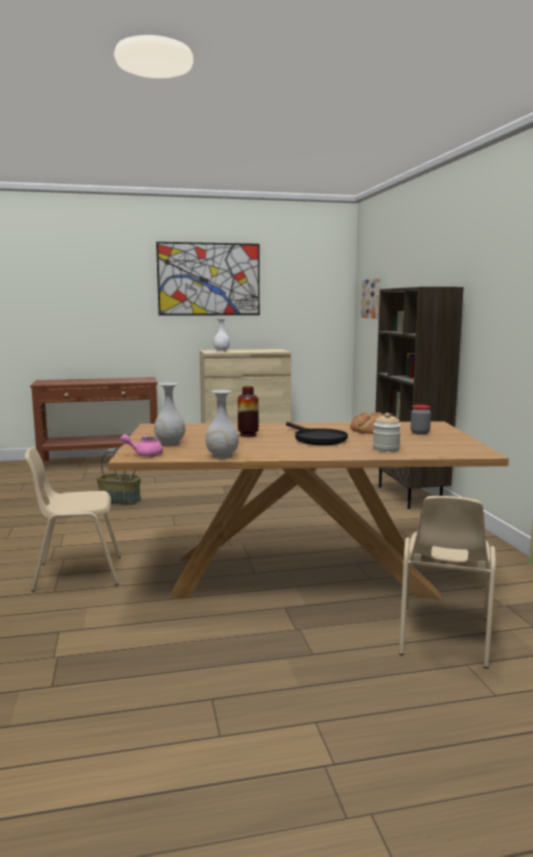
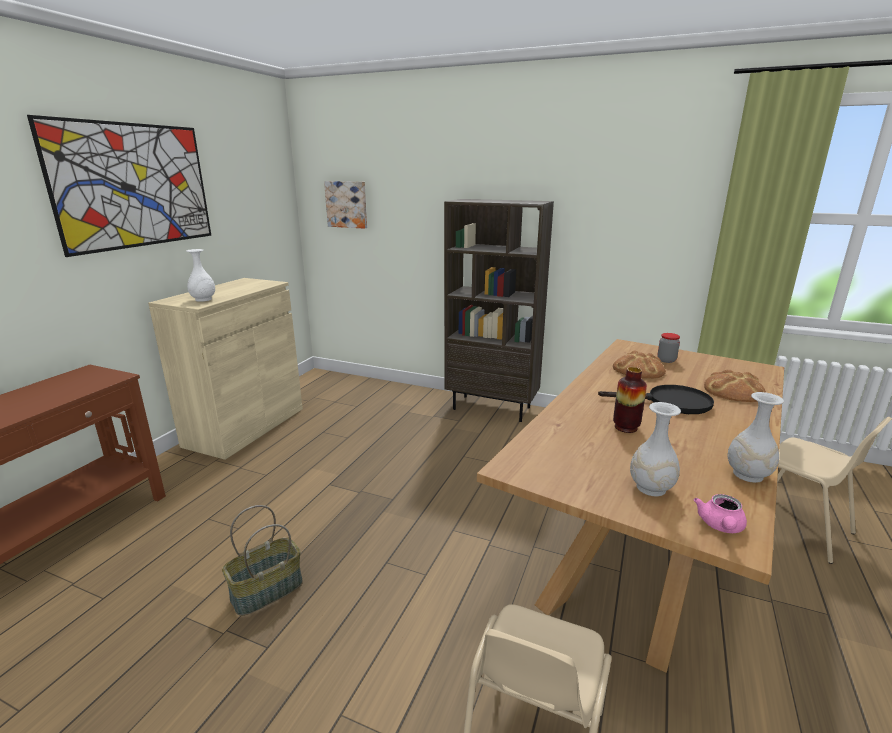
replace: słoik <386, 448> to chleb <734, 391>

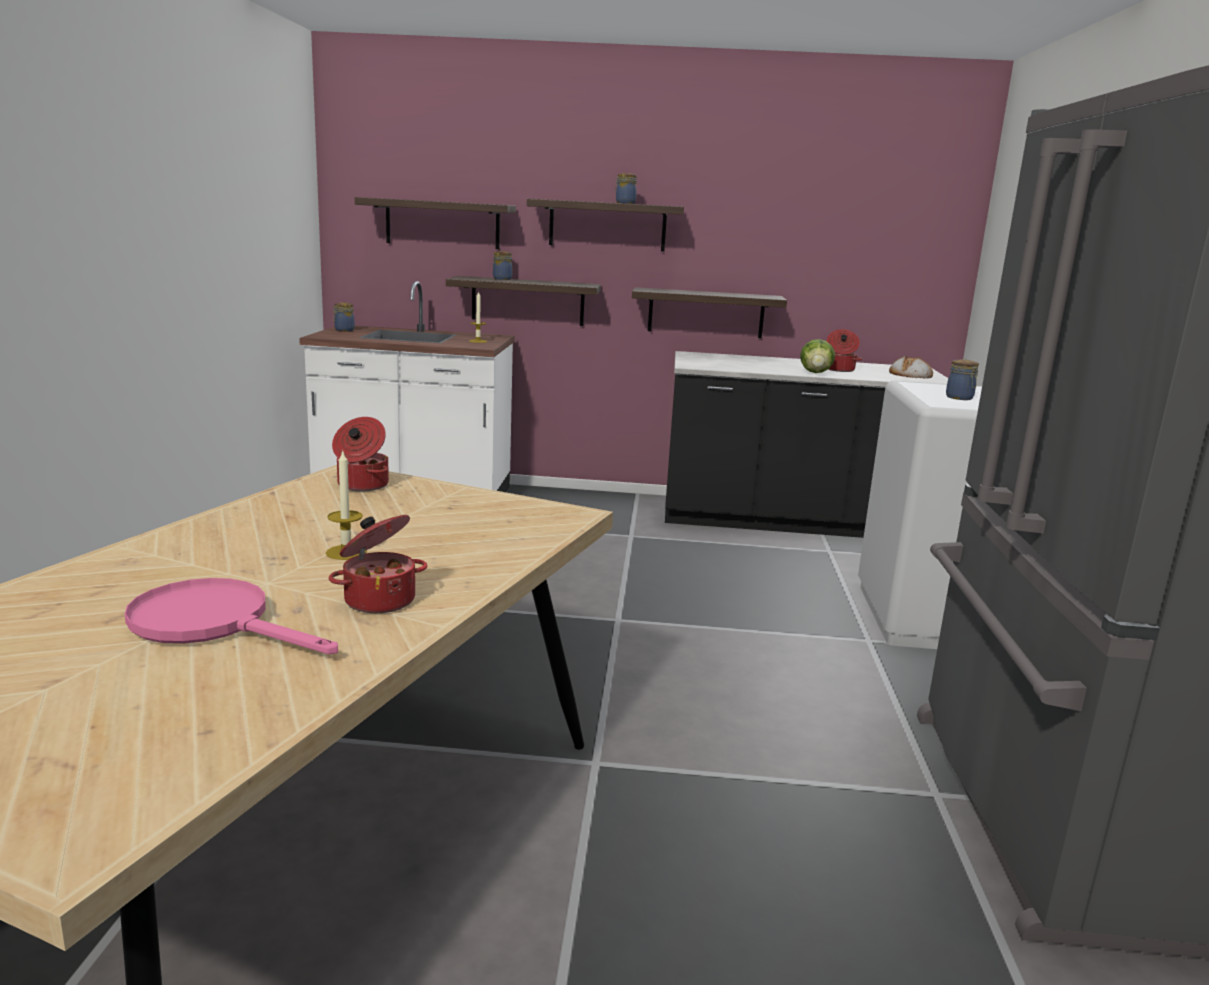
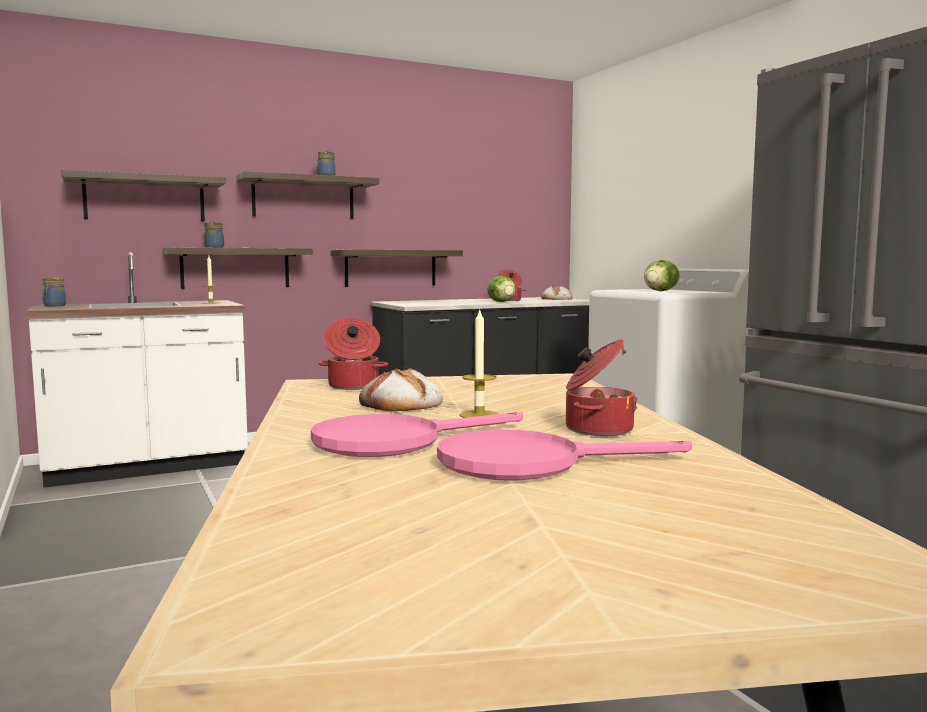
insert: patelnia (różowy) <394, 441>; chleb <401, 404>
replace: słoik <960, 398> to sałata <660, 291>

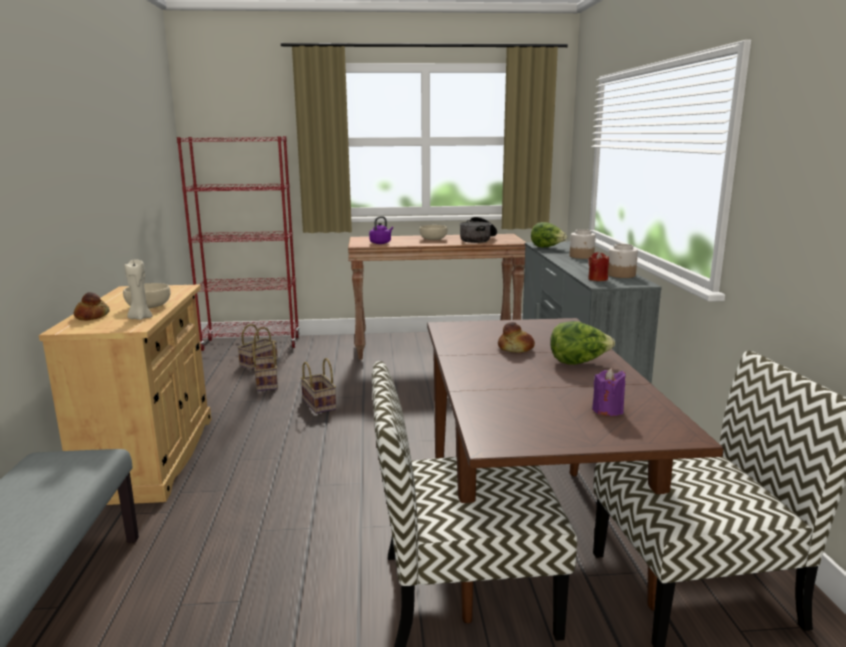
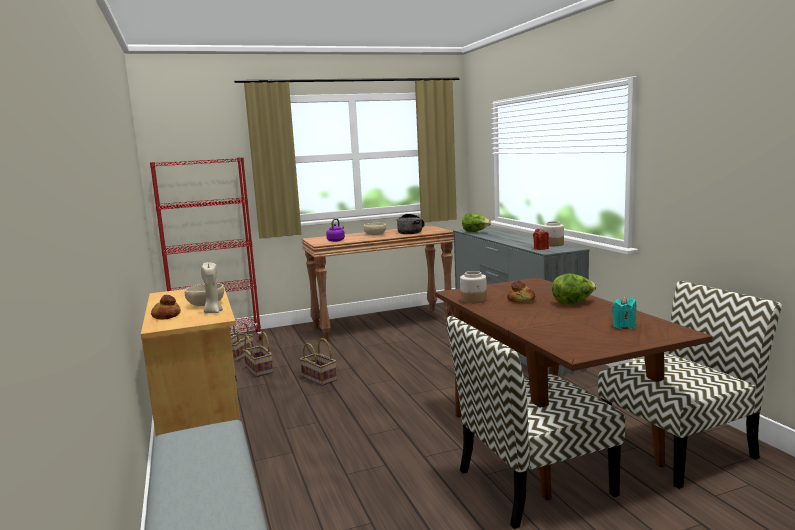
move: słoik <582, 256> to <474, 300>
recolor: świeca (fioletowy) <607, 410> to świeca (turkusowy) <624, 326>

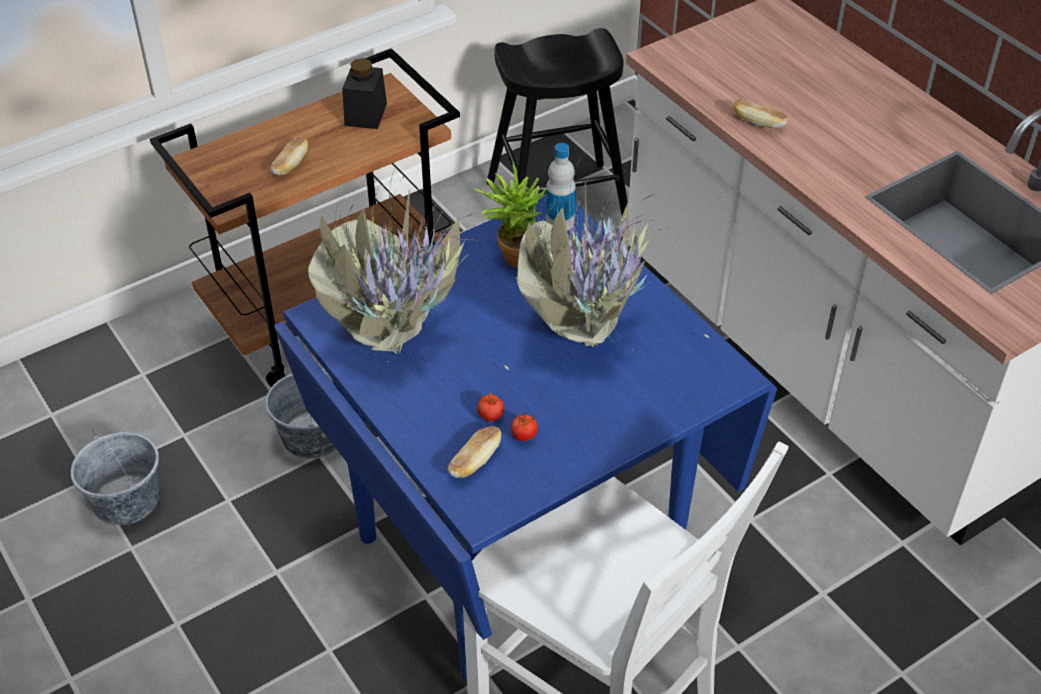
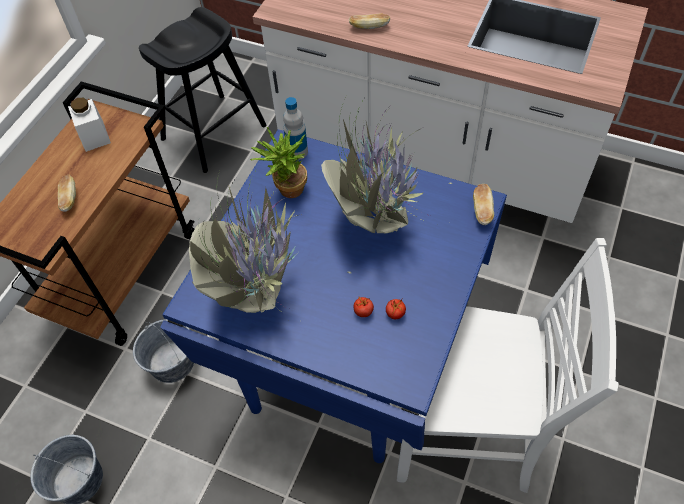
move: chleb <475, 461> to <482, 210>
recolor: słoik (czarny) <365, 114> to słoik (biały) <94, 136>

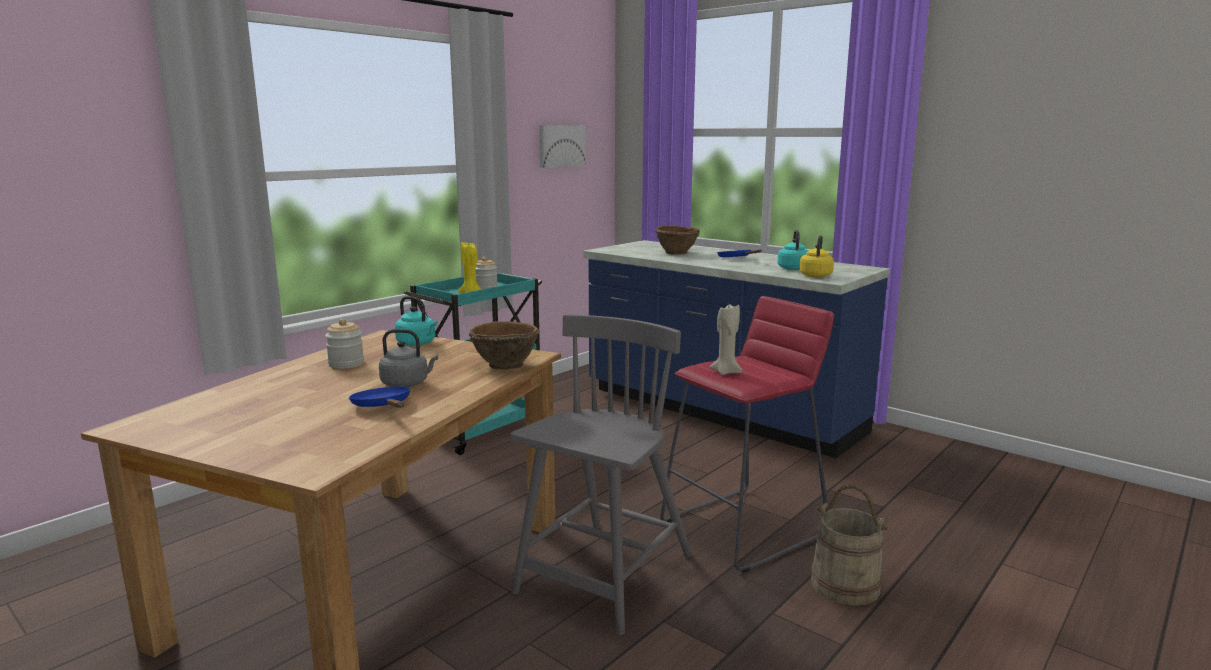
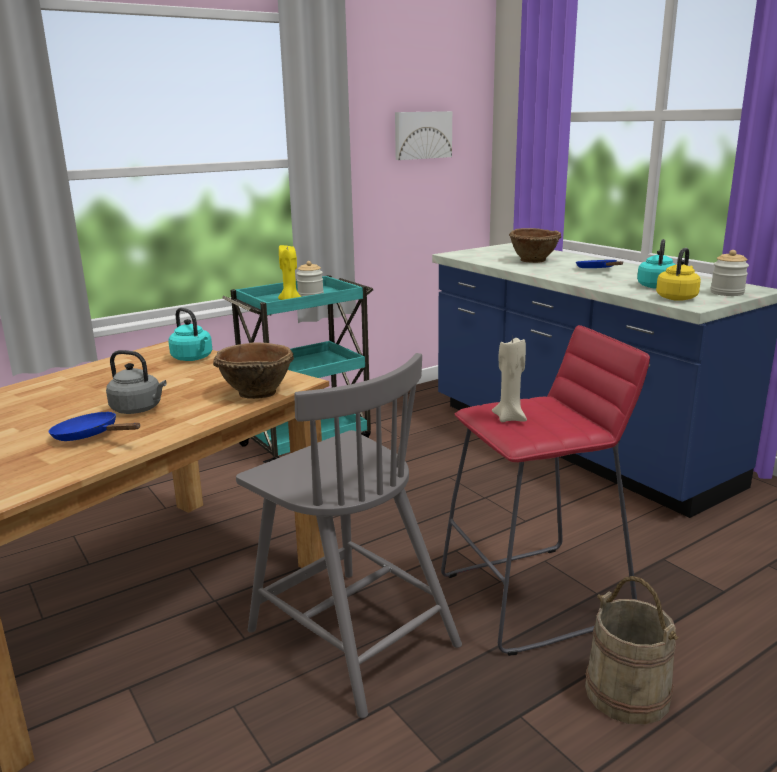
move: słoik <346, 364> to <727, 293>
rotate: patelnia (niebieski) <383, 406> = <91, 436> 45 degrees counterclockwise; krzesło (szary) <604, 576> = <350, 635> 90 degrees clockwise

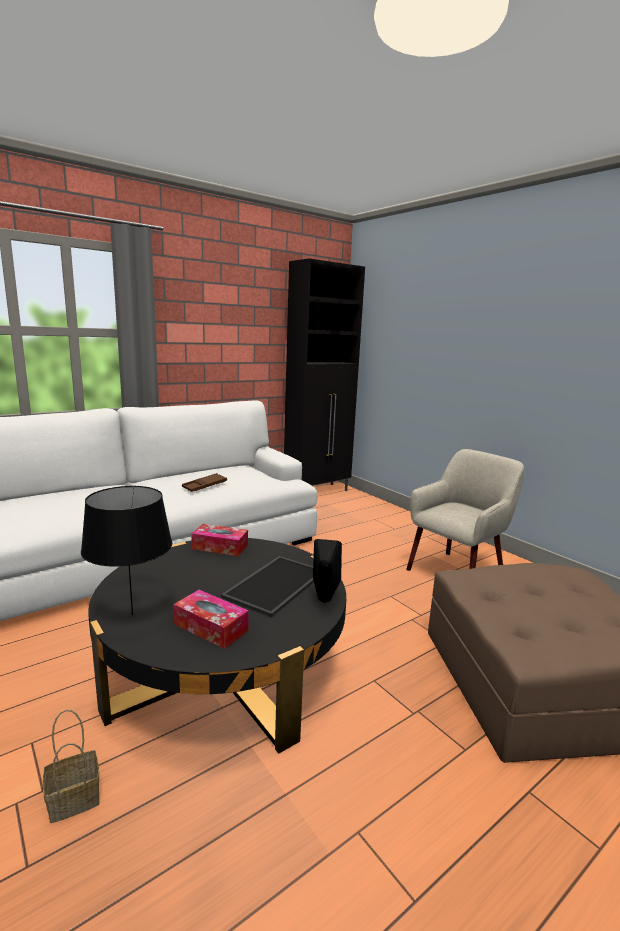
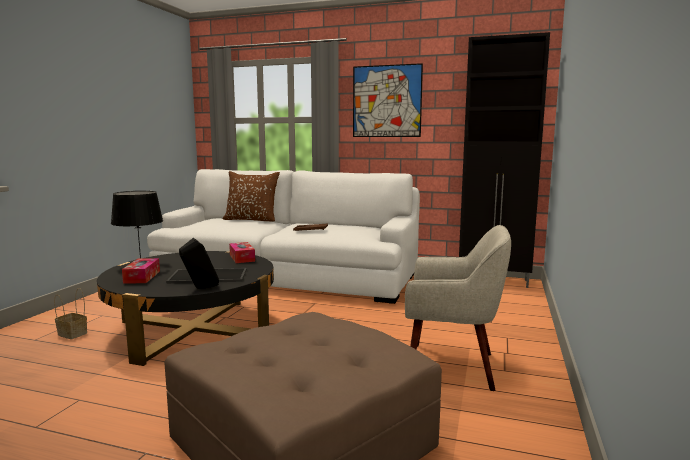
insert: poduszka (brązowy) <251, 219>; obraz <386, 101>

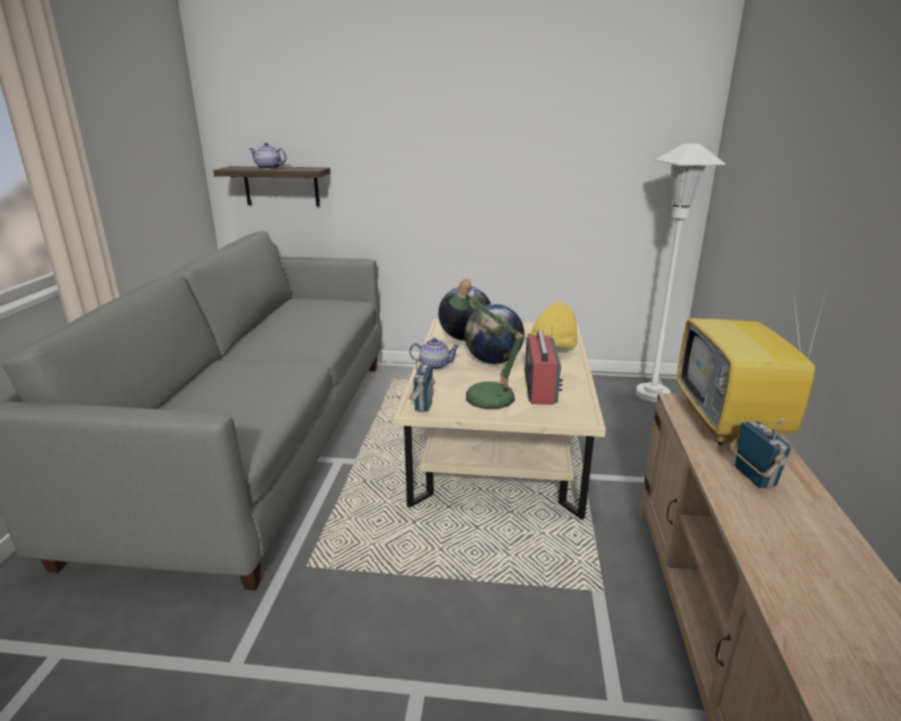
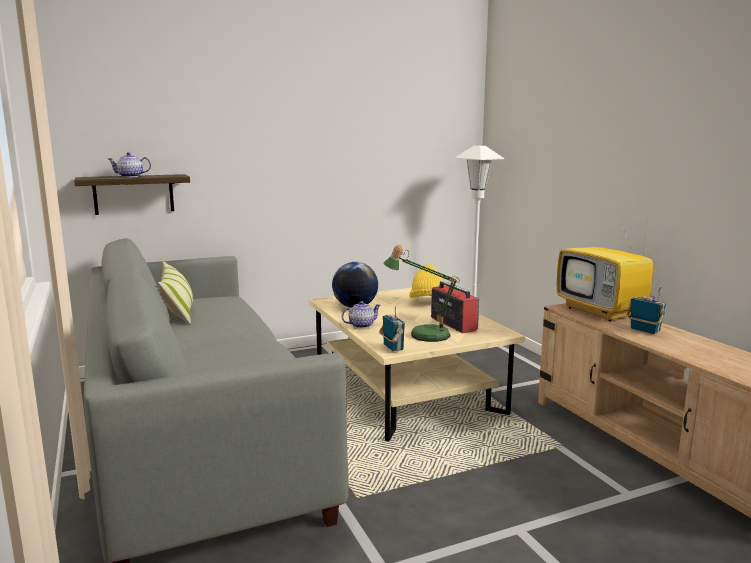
delete: globus <493, 361>
insert: poduszka <178, 310>

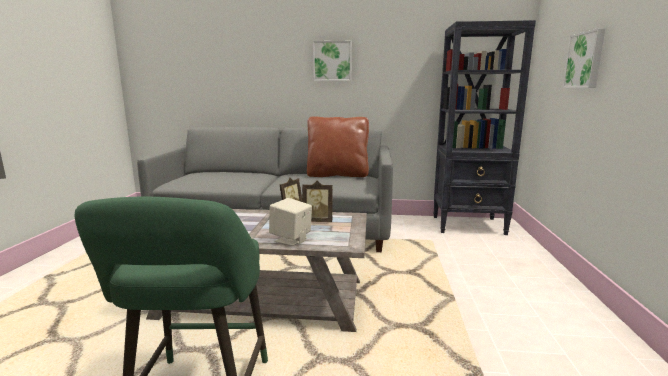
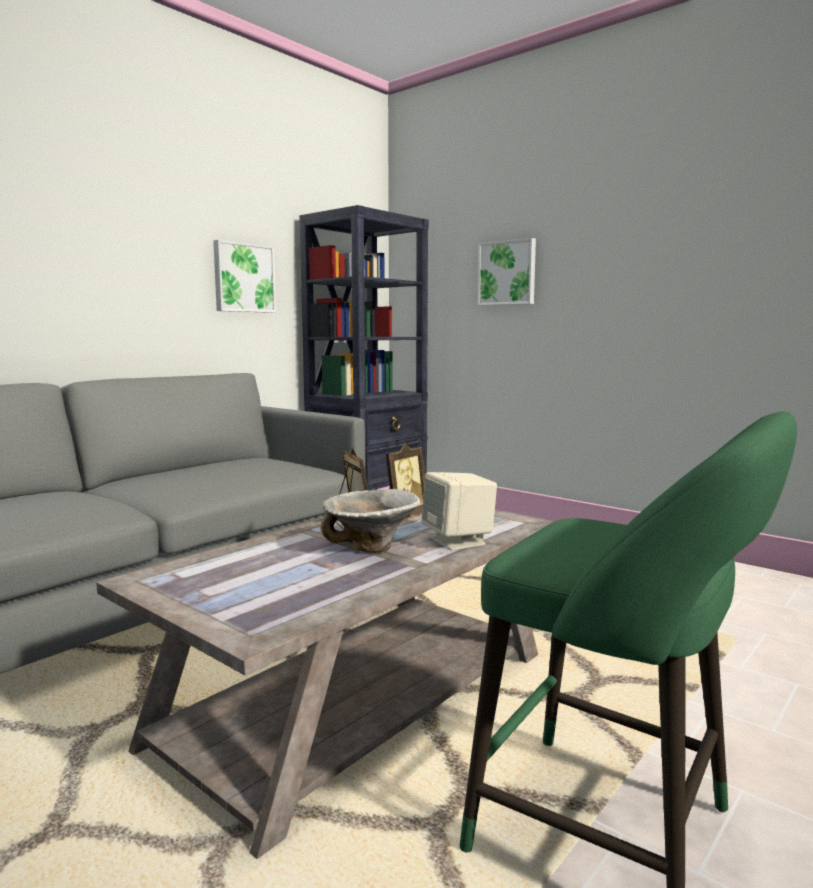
delete: poduszka (brązowy) <337, 175>
insert: miska <371, 549>
move: obraz <332, 61> to <243, 278>

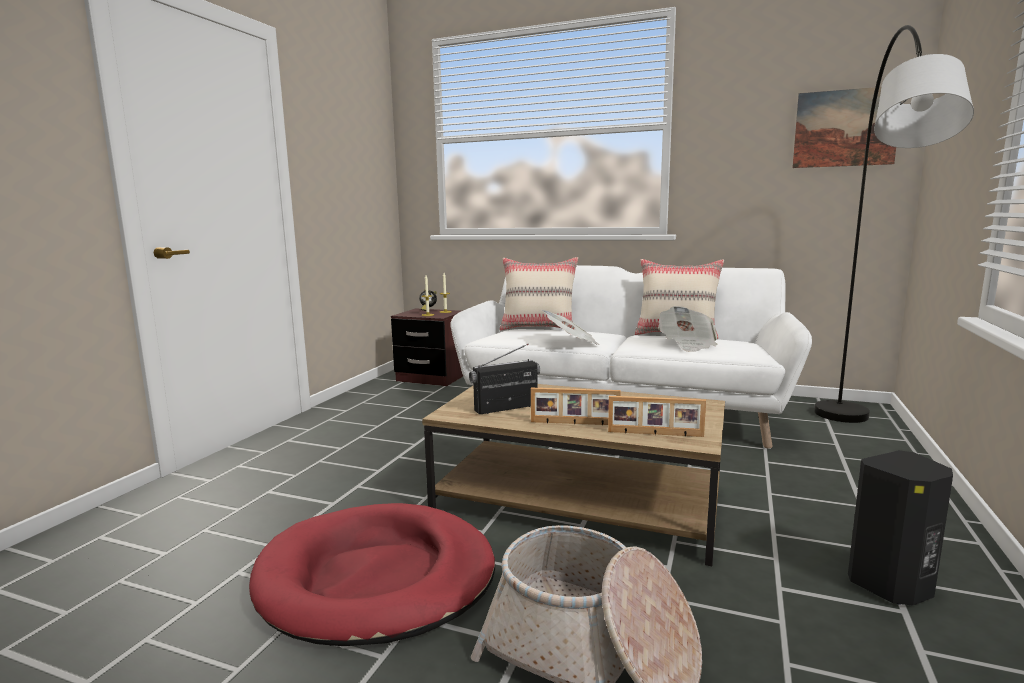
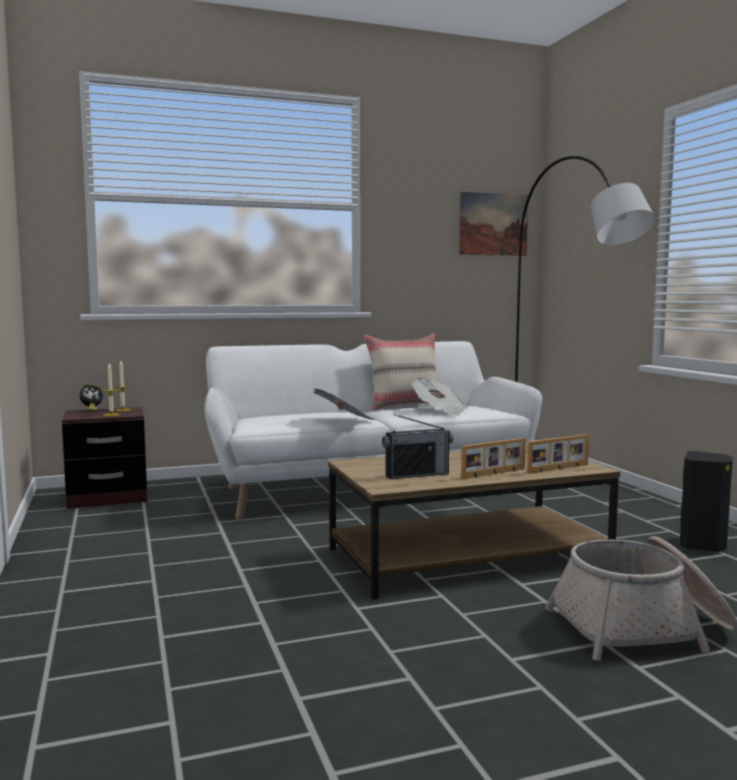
delete: legowisko (czerwony) <377, 578>; poduszka (beżowy) <539, 328>
rotate: radio <506, 408> = <416, 475> 135 degrees counterclockwise

